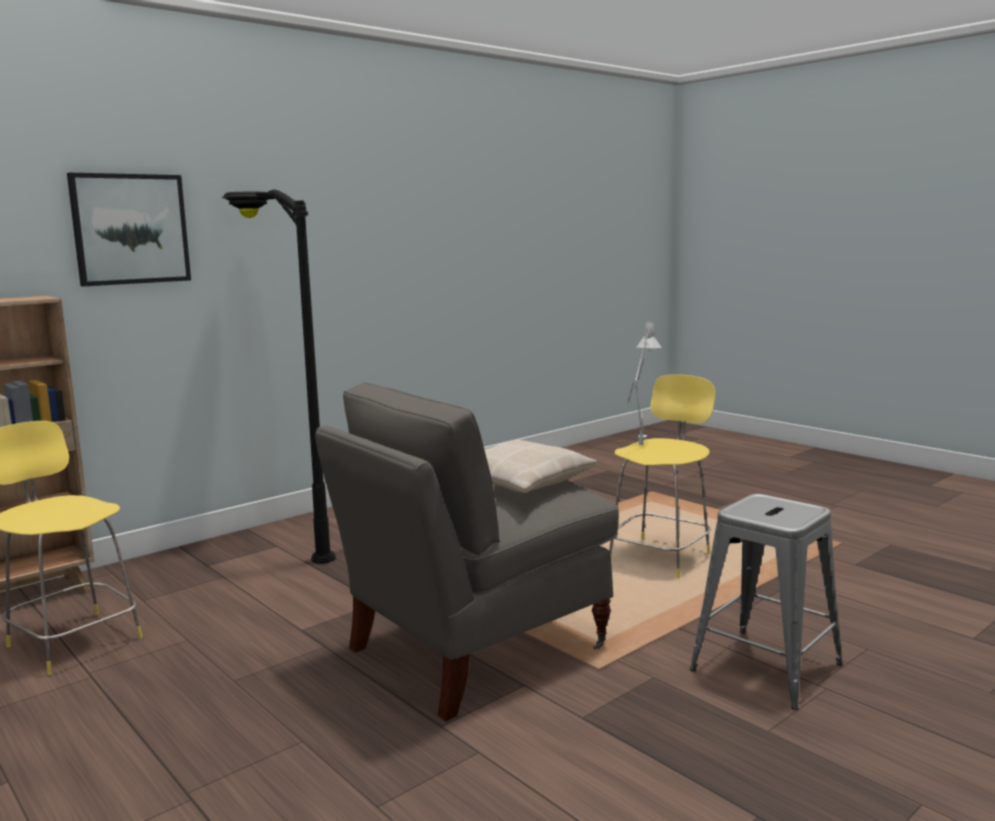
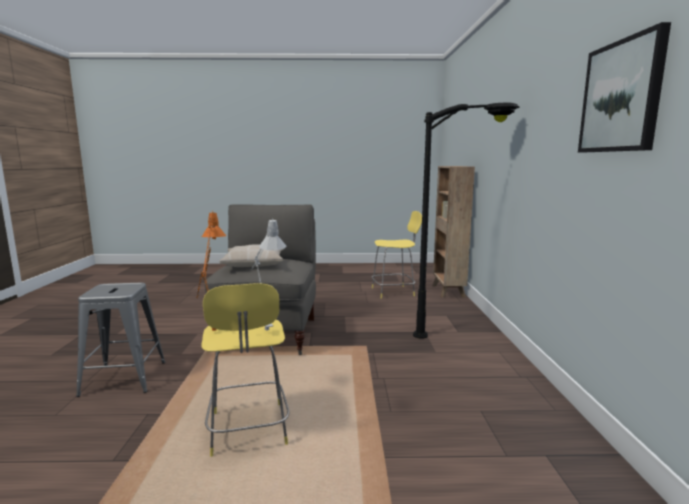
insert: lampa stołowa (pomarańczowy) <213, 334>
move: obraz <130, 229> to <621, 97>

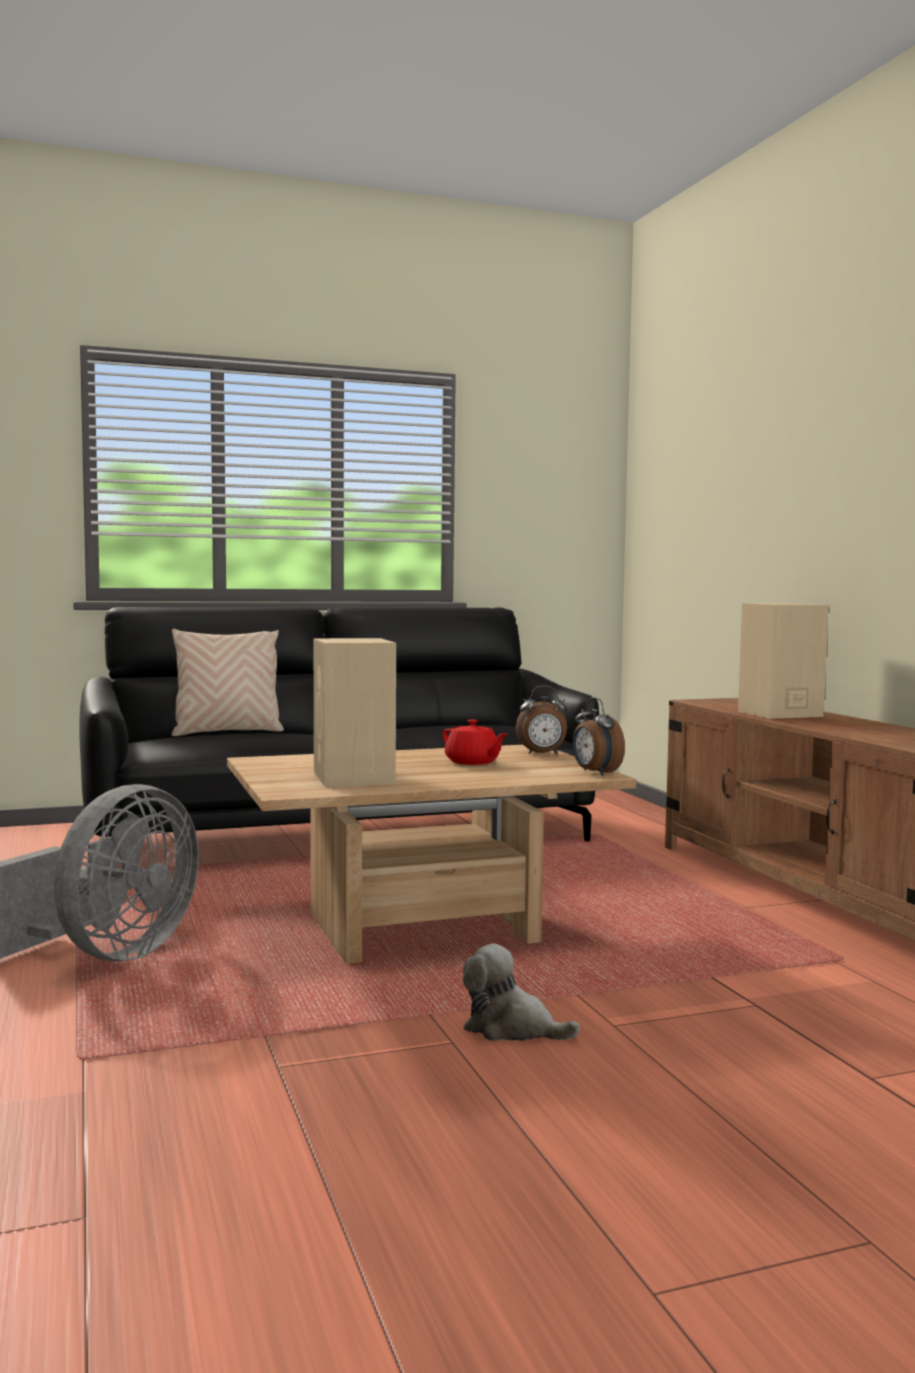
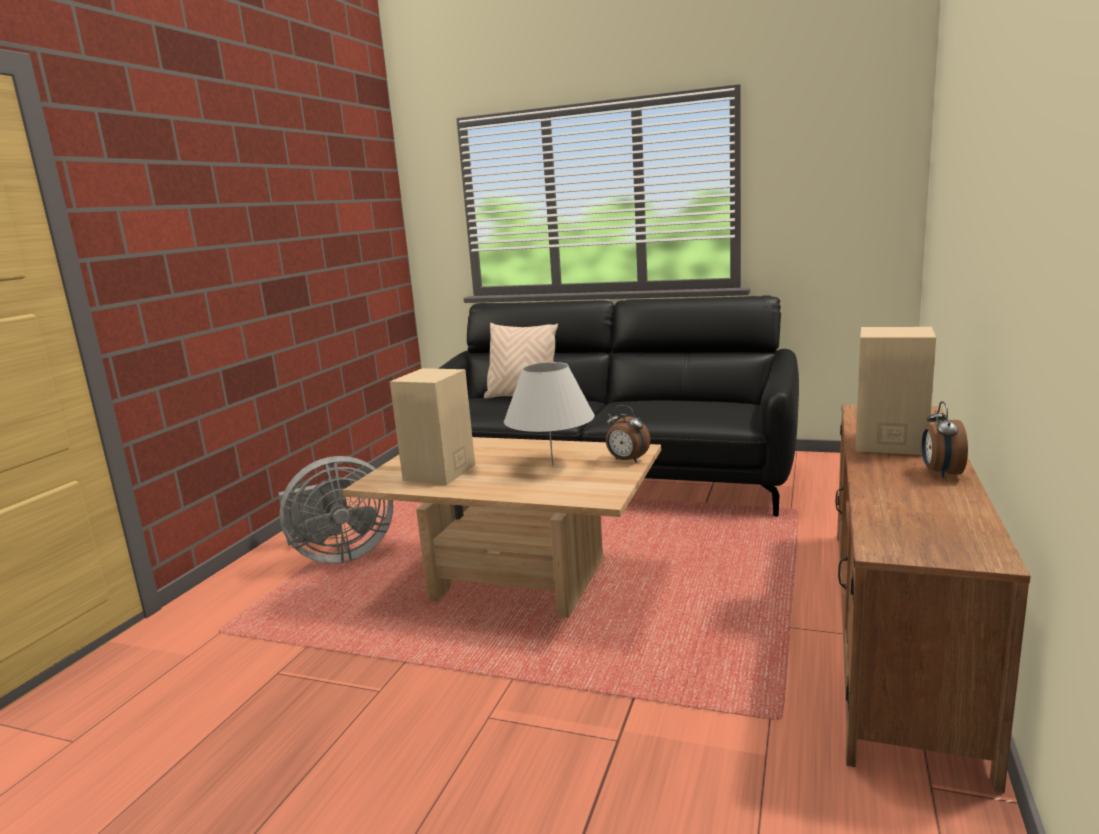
delete: pluszak <511, 1028>
move: budzik <595, 773> to <940, 473>
replace: imbryk (czerwony) <472, 762> to lampa stołowa (biały) <552, 465>

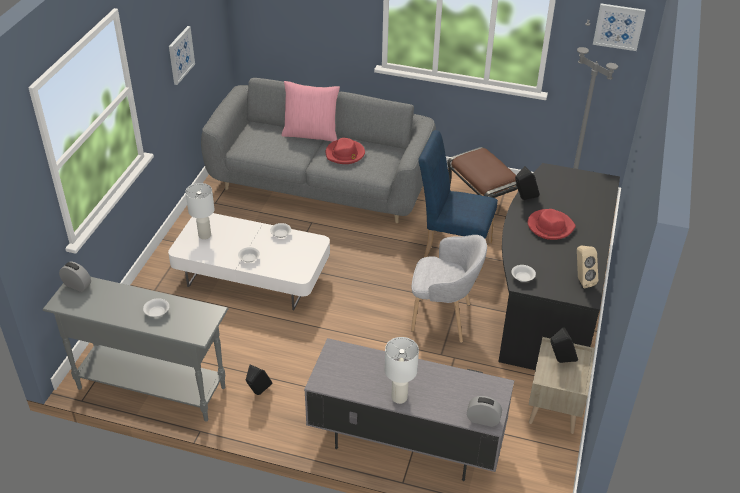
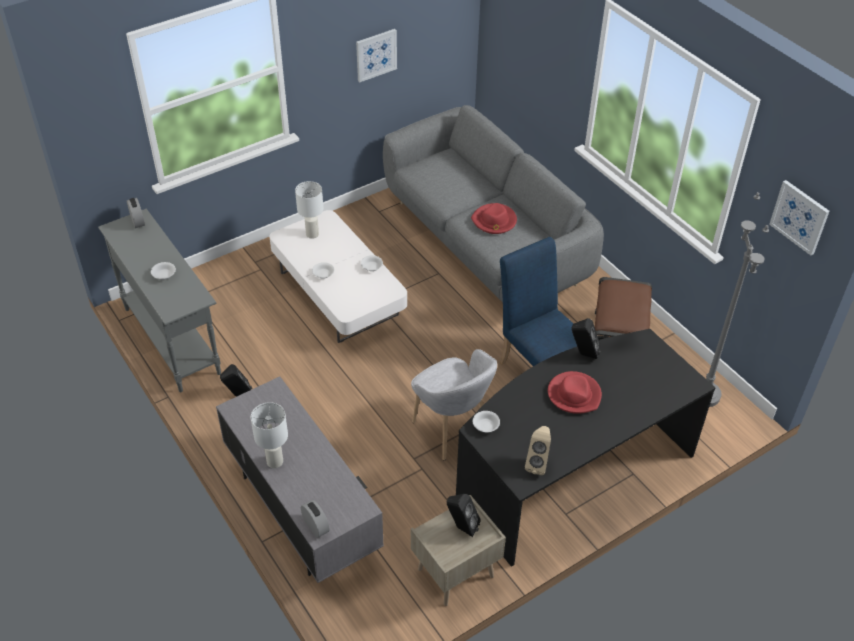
delete: poduszka (różowy) <311, 134>

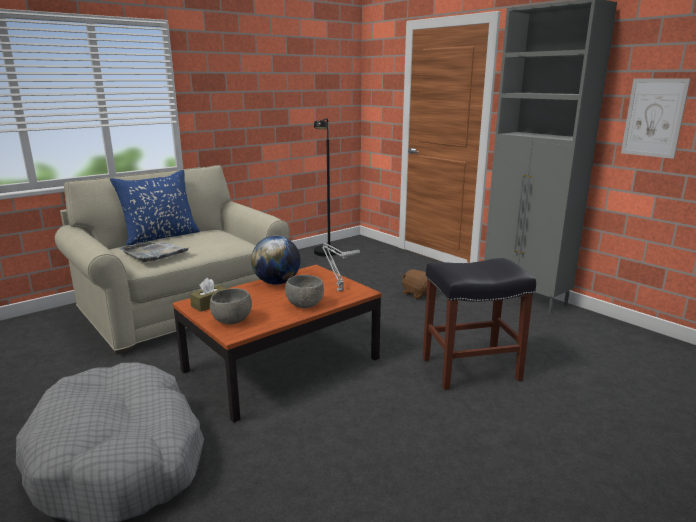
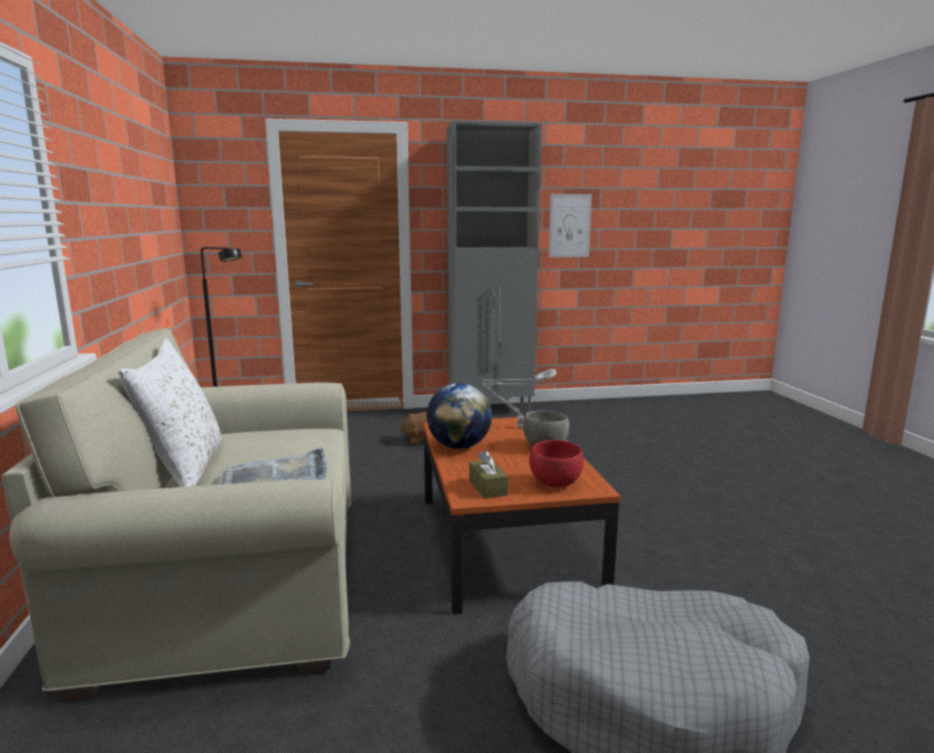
delete: stołek (czarny) <469, 369>
recolor: poduszka (niebieski) <160, 237> to poduszka (biały) <184, 467>; miska (szary) <231, 321> to miska (czerwony) <554, 483>

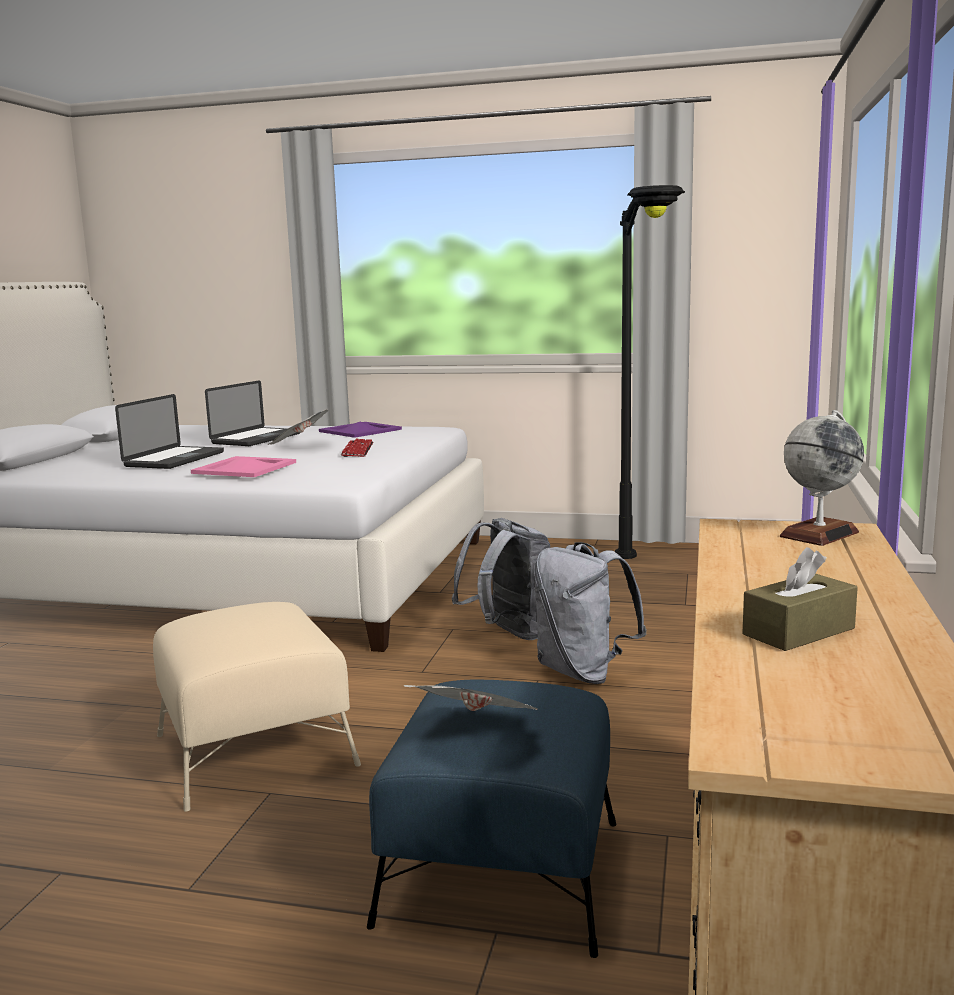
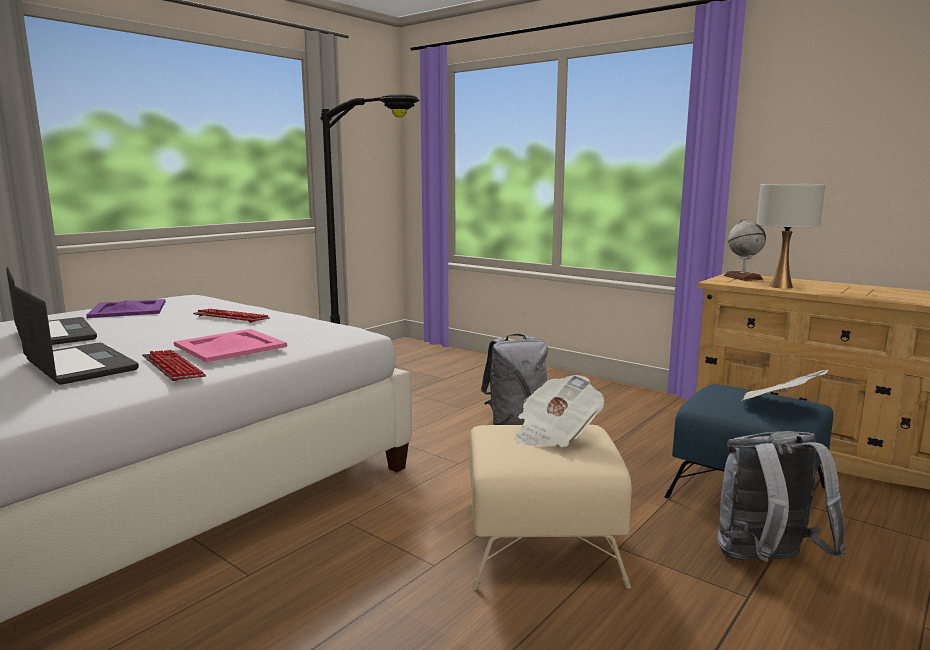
delete: pudełko chusteczek (brązowy) <798, 631>
insert: klawiatura <172, 367>; lampa stołowa (biały) <781, 286>
move: gazeta <299, 445> to <555, 434>; plecak (szary) <508, 634> to <766, 562>

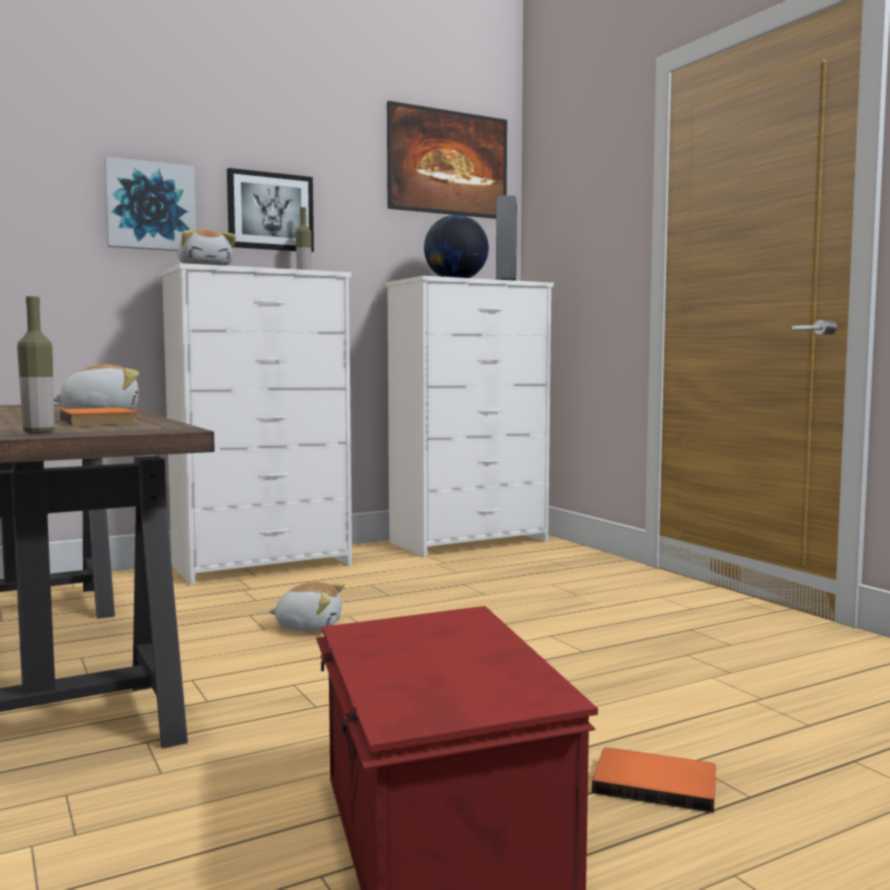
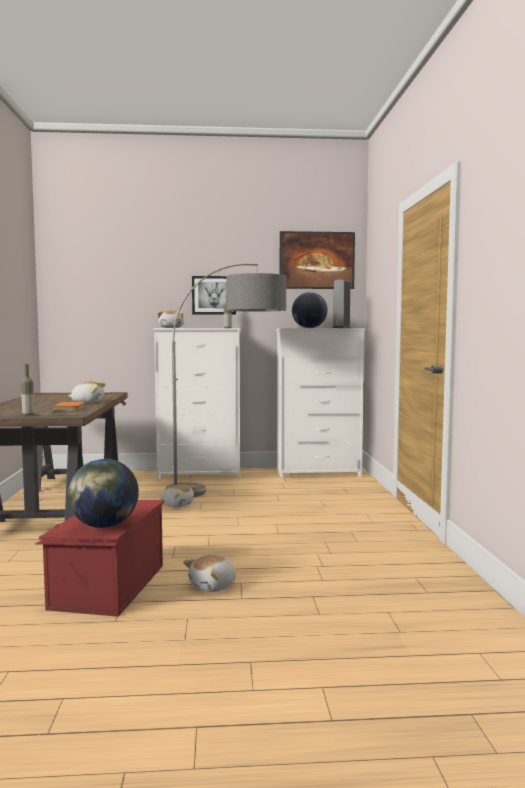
delete: obraz <150, 206>
insert: globus <104, 526>; lampa stojąca <233, 489>
replace: książka (pomarańczowy) <655, 782> to pluszak <213, 586>

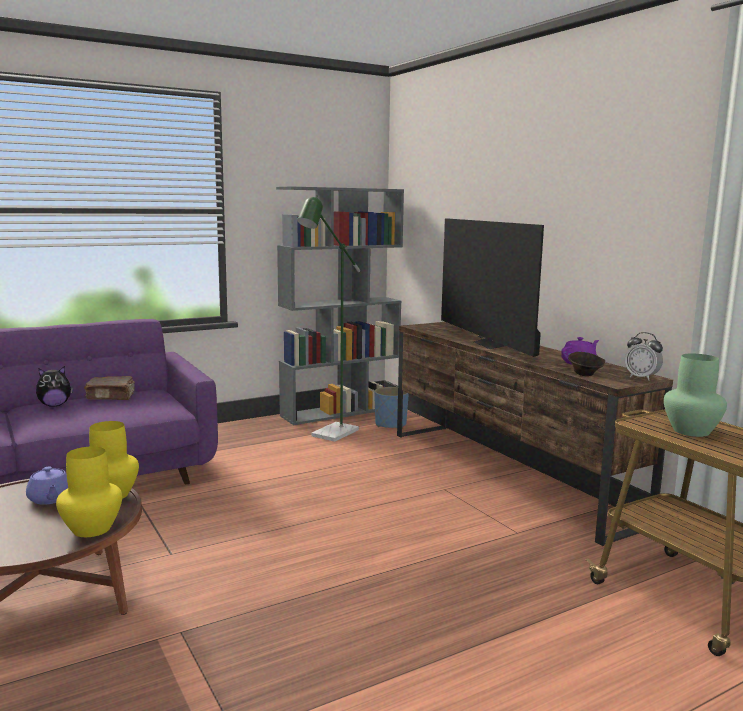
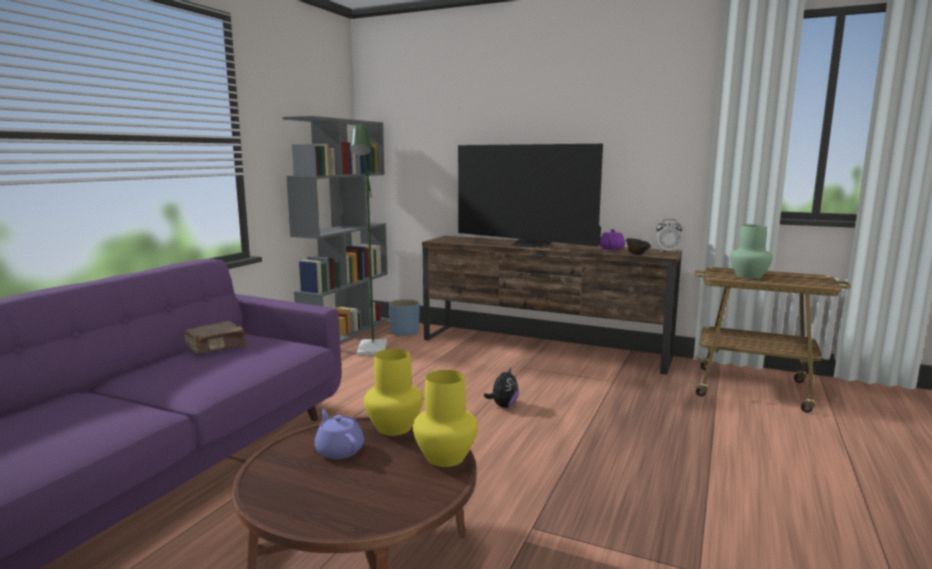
move: pluszak <55, 405> to <503, 406>
rotate: imbryk (fioletowy) <50, 499> = <339, 450> 150 degrees counterclockwise

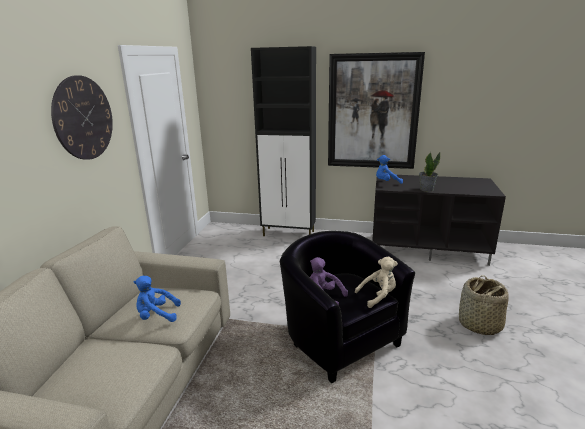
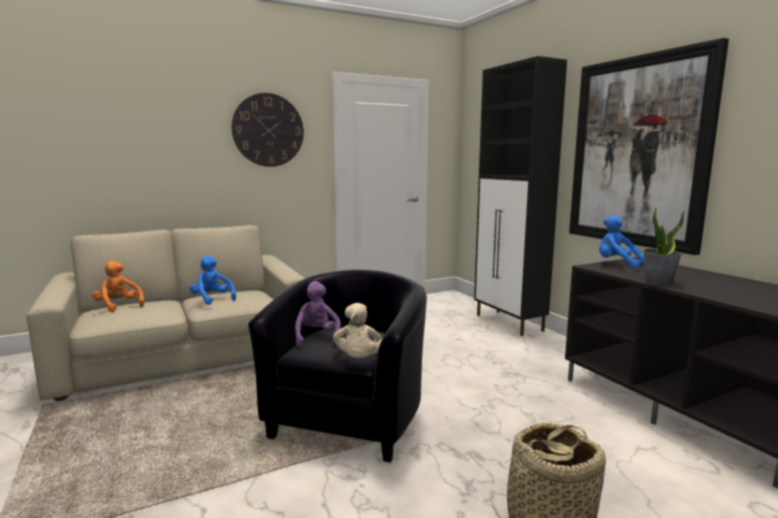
insert: pluszak (pomarańczowy) <119, 306>
rotate: pluszak (beżowy) <378, 296> = <360, 360> 60 degrees clockwise

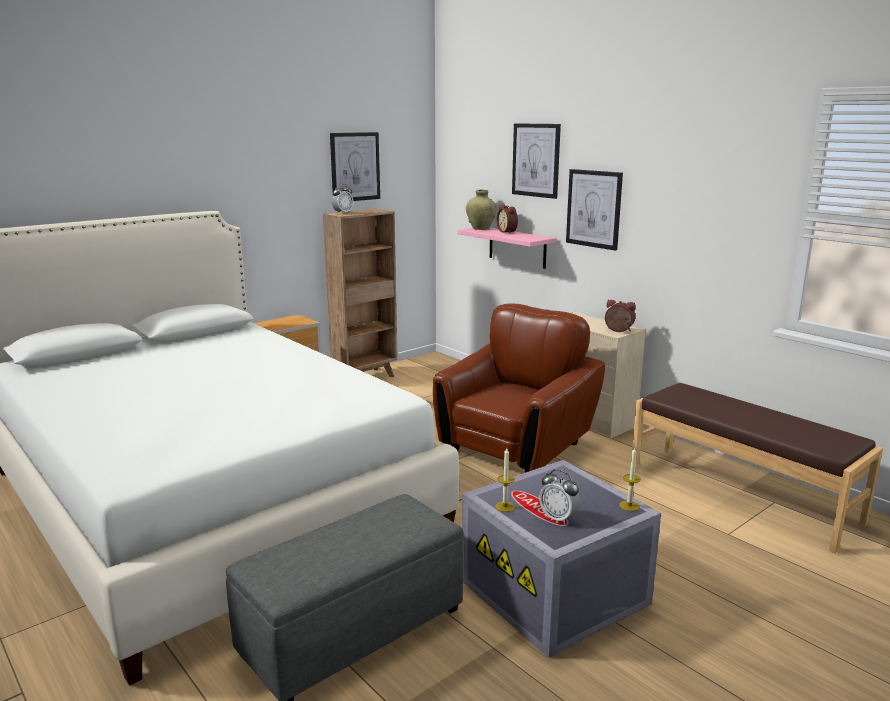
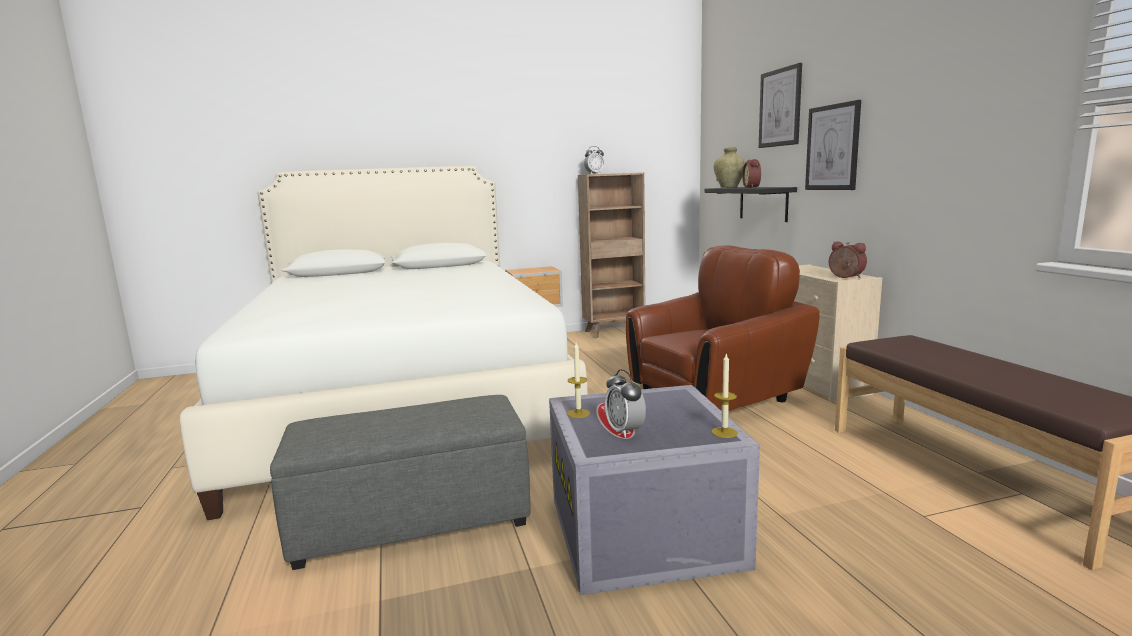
delete: obraz <355, 167>
recolor: półka (różowy) <517, 247> to półka (czarny) <763, 203>

